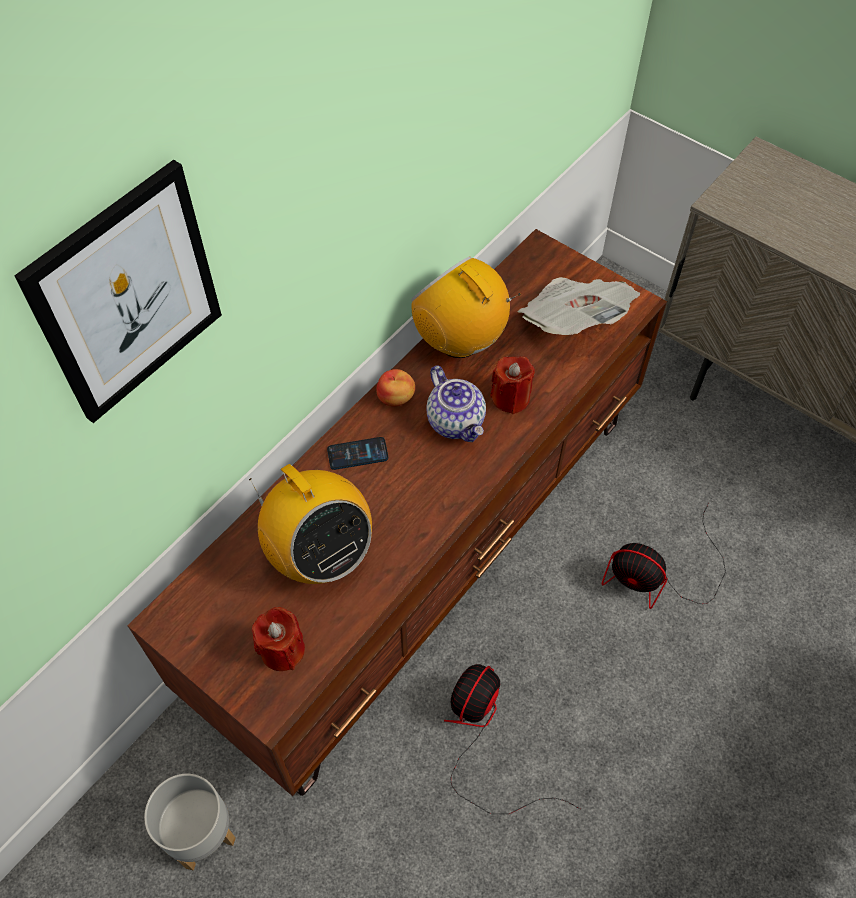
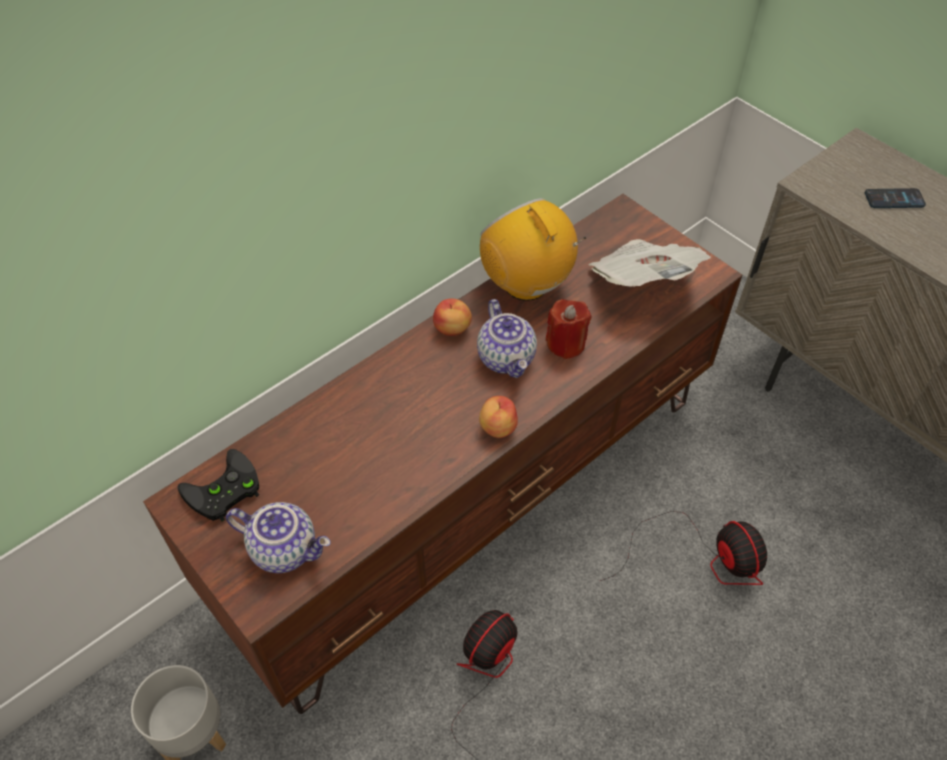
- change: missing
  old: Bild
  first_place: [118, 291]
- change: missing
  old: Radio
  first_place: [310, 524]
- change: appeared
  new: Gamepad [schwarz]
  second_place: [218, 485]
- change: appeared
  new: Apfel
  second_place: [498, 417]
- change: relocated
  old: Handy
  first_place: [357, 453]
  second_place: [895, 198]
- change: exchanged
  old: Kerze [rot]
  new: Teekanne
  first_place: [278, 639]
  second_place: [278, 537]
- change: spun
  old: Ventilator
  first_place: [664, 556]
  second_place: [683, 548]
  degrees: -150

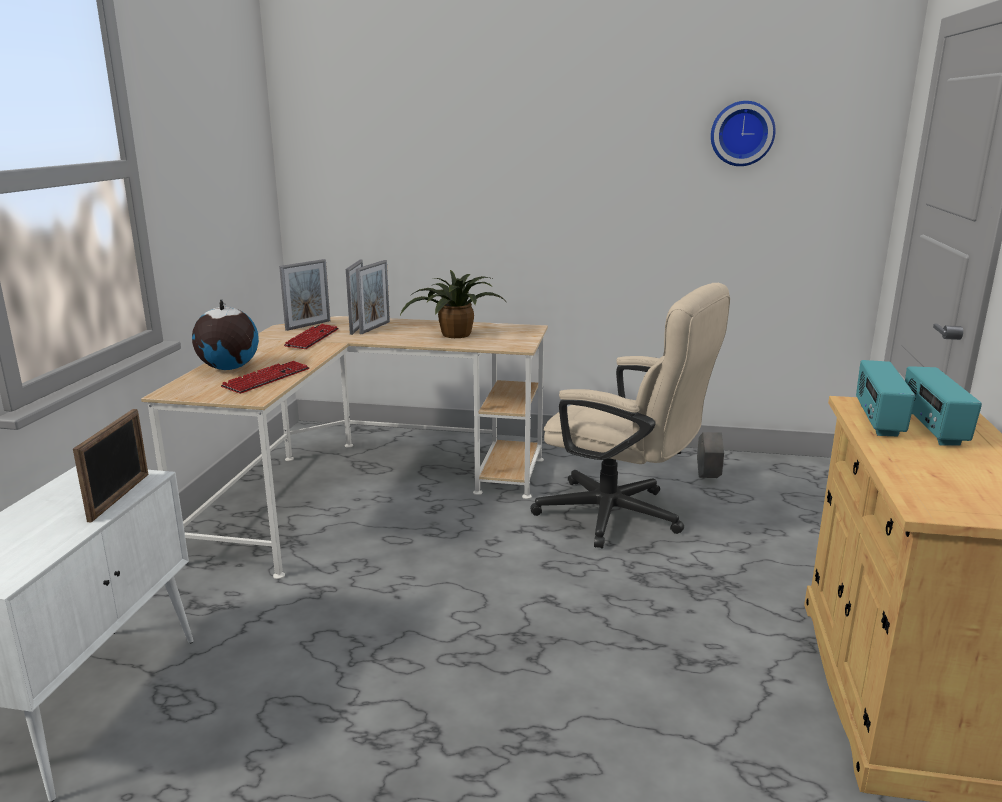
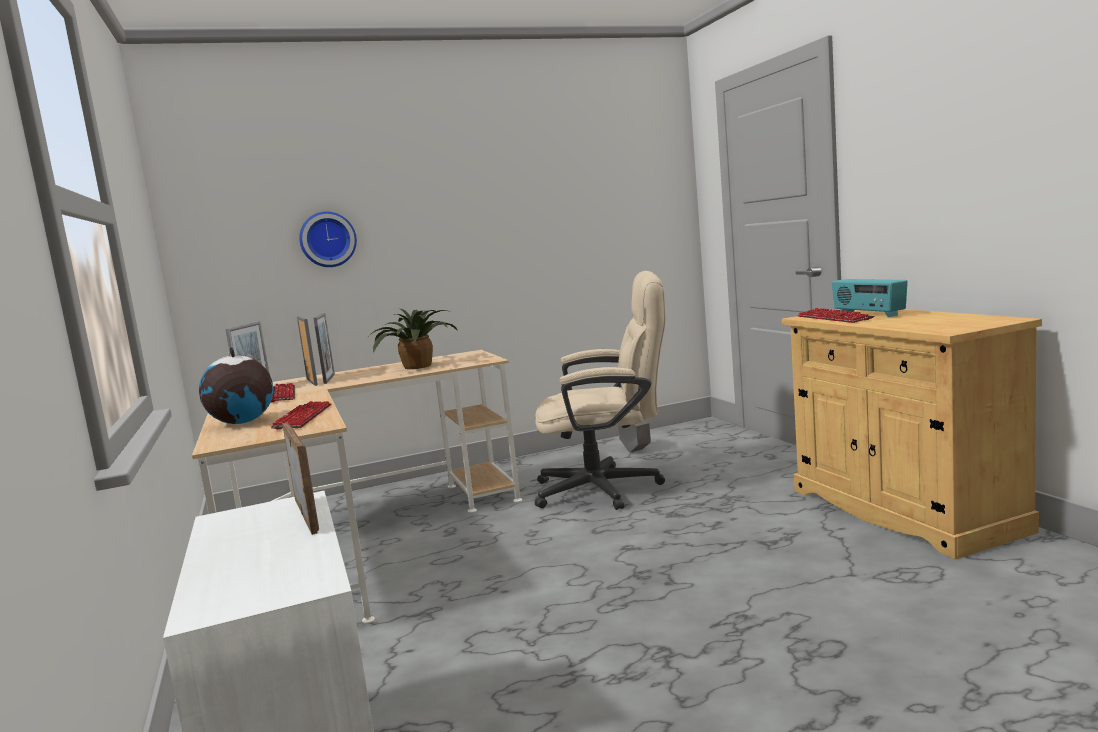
- change: relocated
  old: Wanduhr
  first_place: [743, 133]
  second_place: [328, 239]
- change: exchanged
  old: Radio
  new: Tastatur
  first_place: [885, 398]
  second_place: [836, 315]

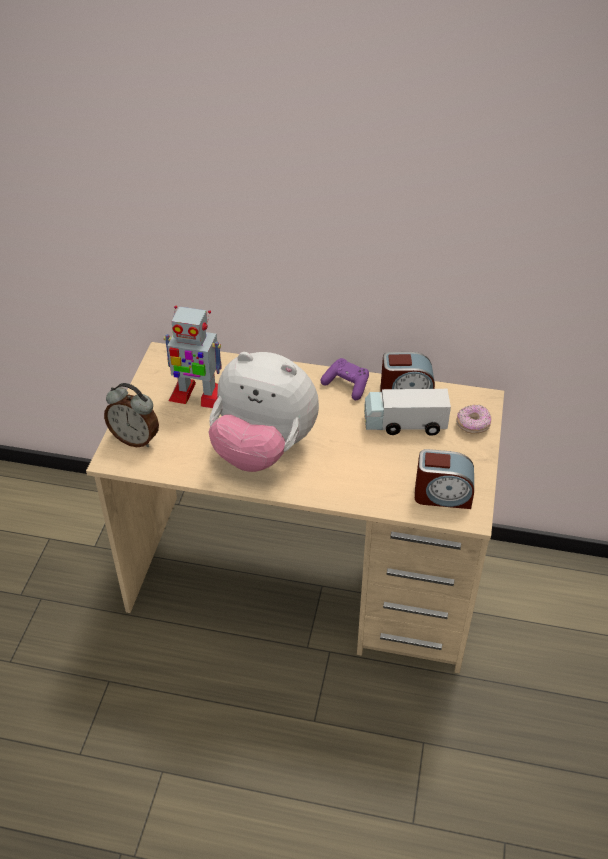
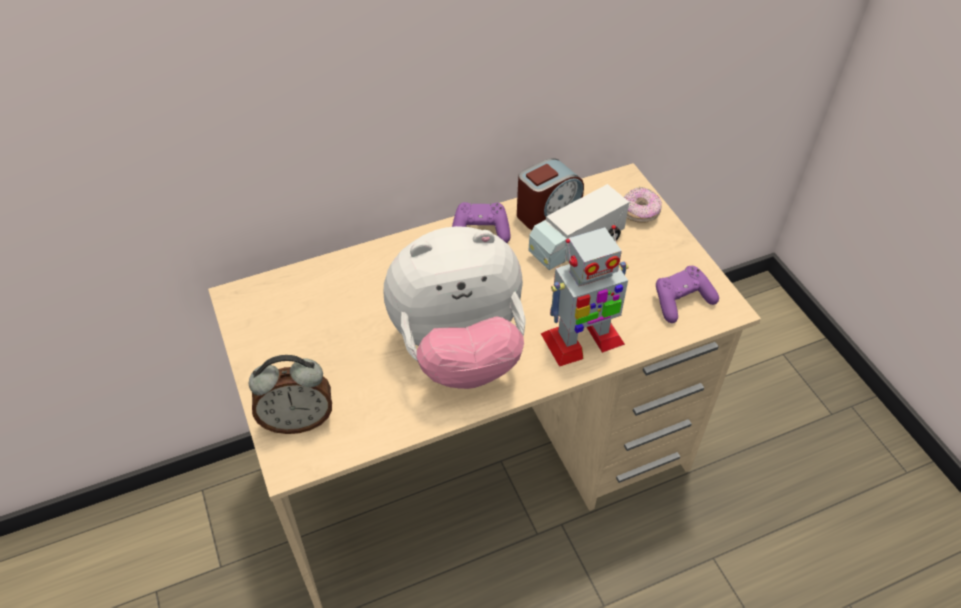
- change: relocated
  old: Spielzeugroboter
  first_place: [192, 357]
  second_place: [585, 296]
- change: exchanged
  old: Wecker
  new: Gamepad [lila]
  first_place: [444, 479]
  second_place: [687, 294]

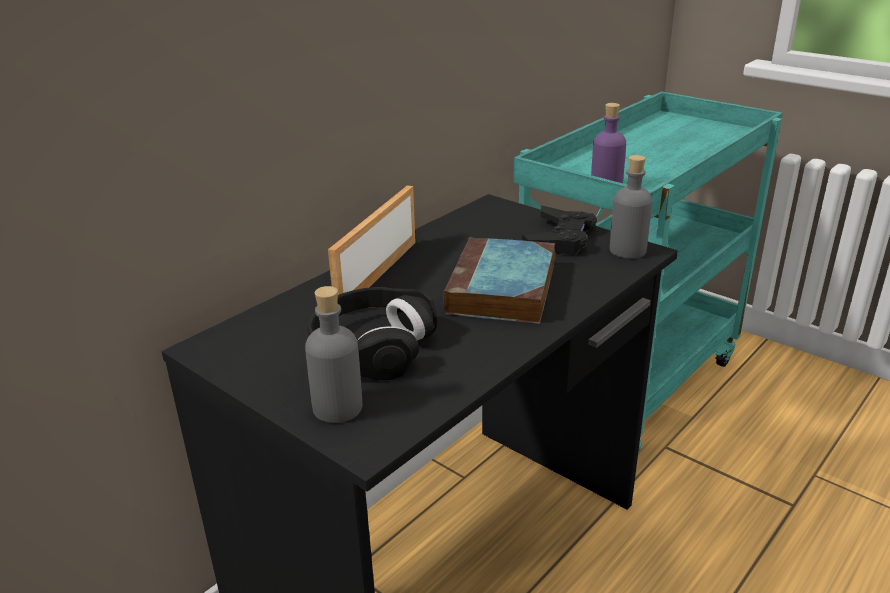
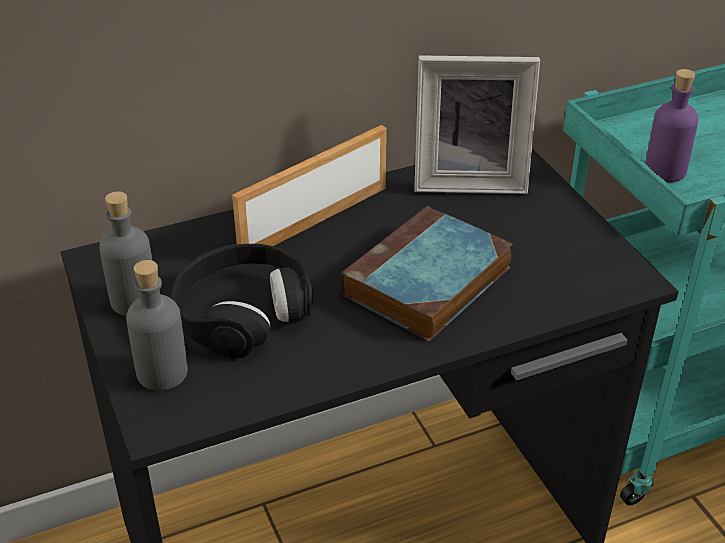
- change: missing
  old: Gamepad [schwarz]
  first_place: [559, 230]
- change: appeared
  new: Bilderrahmen
  second_place: [477, 124]
- change: relocated
  old: Flasche [grau]
  first_place: [631, 207]
  second_place: [126, 253]

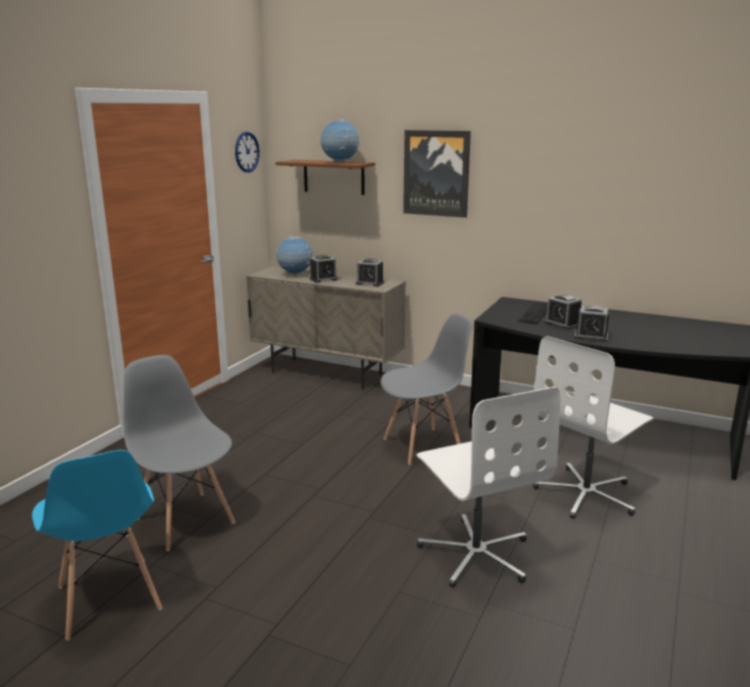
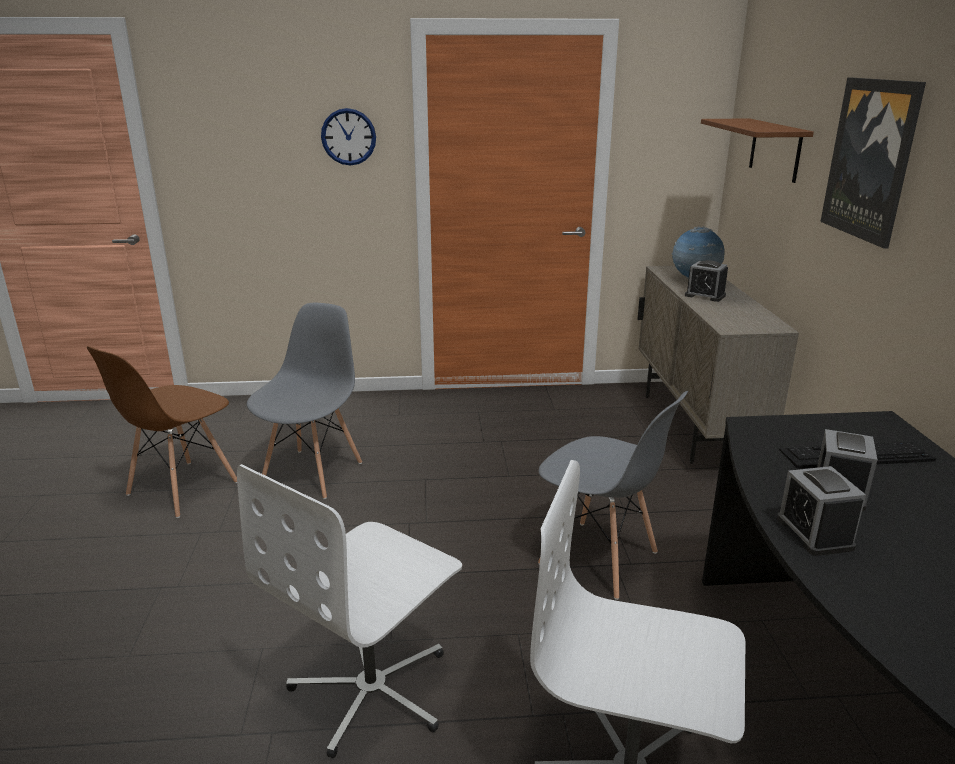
- change: missing
  old: Globus
  first_place: [340, 141]
- change: missing
  old: Wecker
  first_place: [370, 272]
- change: relocated
  old: Wanduhr
  first_place: [247, 152]
  second_place: [348, 137]
- change: colour
  old: Stuhl [blau]
  new: Stuhl [braun]
  first_place: [97, 545]
  second_place: [162, 432]

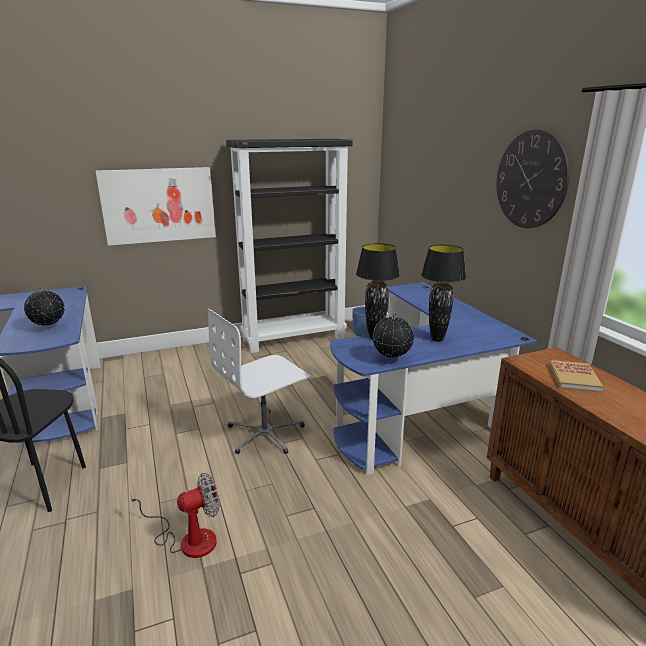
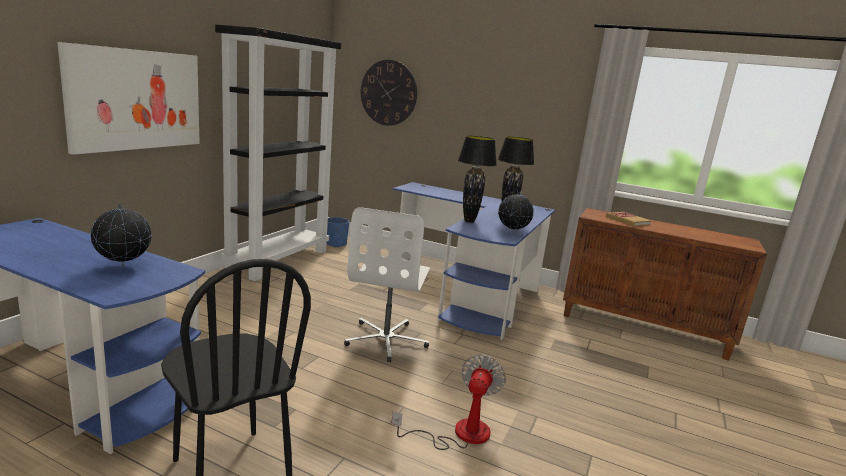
- change: relocated
  old: Wanduhr
  first_place: [533, 178]
  second_place: [389, 93]

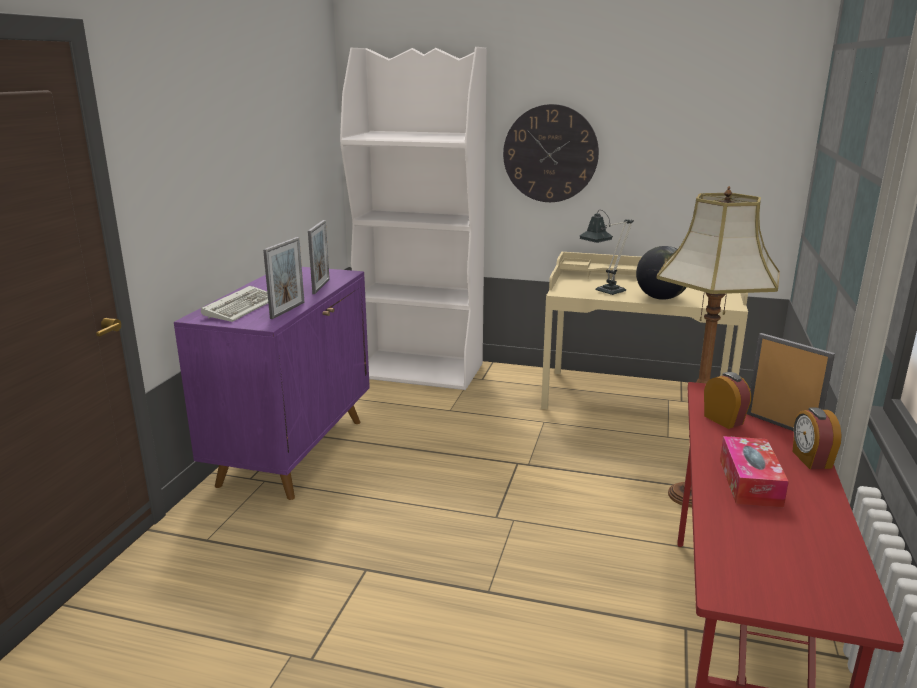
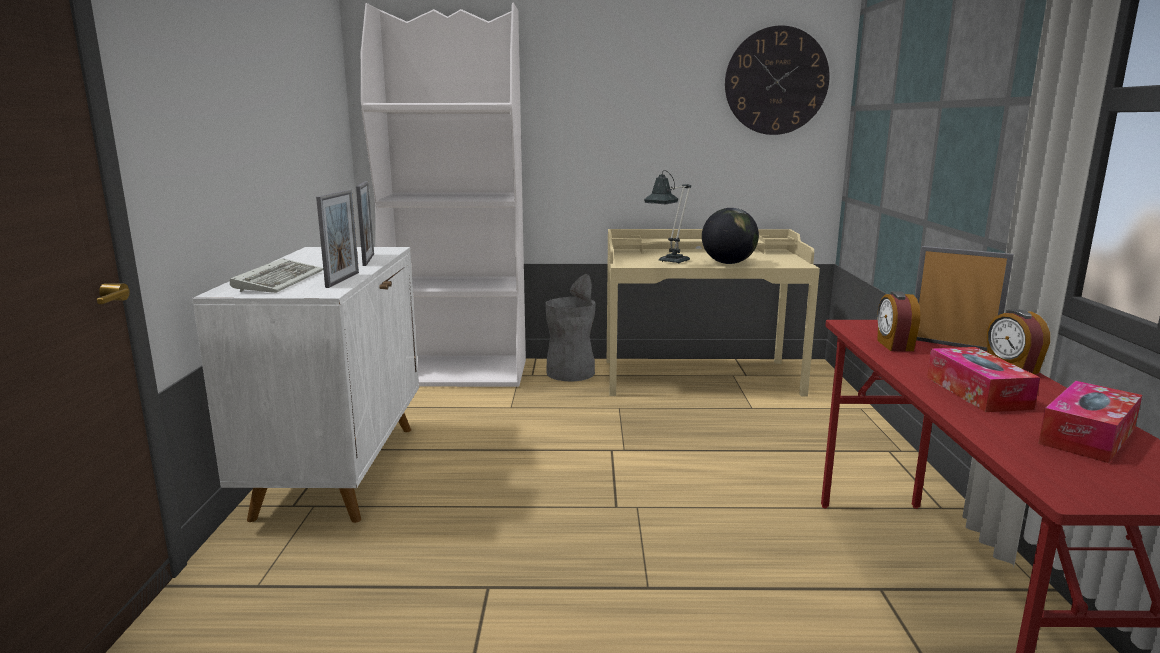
- change: missing
  old: Stehlampe
  first_place: [718, 346]
- change: appeared
  new: Mülleimer [grau]
  second_place: [570, 327]
- change: appeared
  new: Taschentuchbox
  second_place: [1090, 422]
- change: relocated
  old: Wanduhr
  first_place: [551, 153]
  second_place: [777, 80]
- change: colour
  old: Schrank [lila]
  new: Schrank [weiß]
  first_place: [272, 383]
  second_place: [305, 385]
- change: spun
  old: Wecker
  first_place: [727, 400]
  second_place: [898, 321]
  degrees: -135

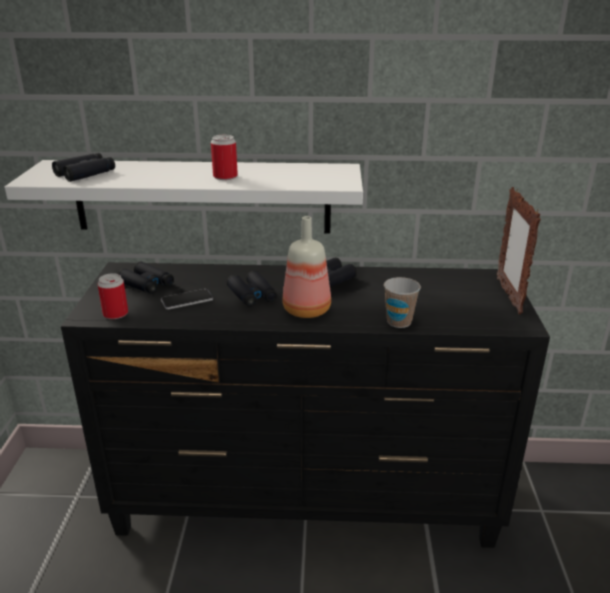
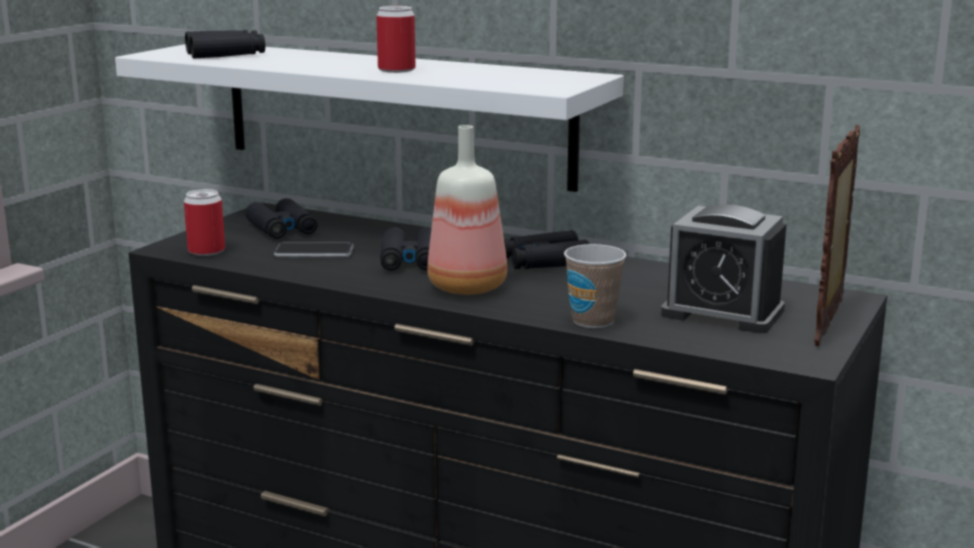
- change: appeared
  new: Wecker
  second_place: [723, 268]

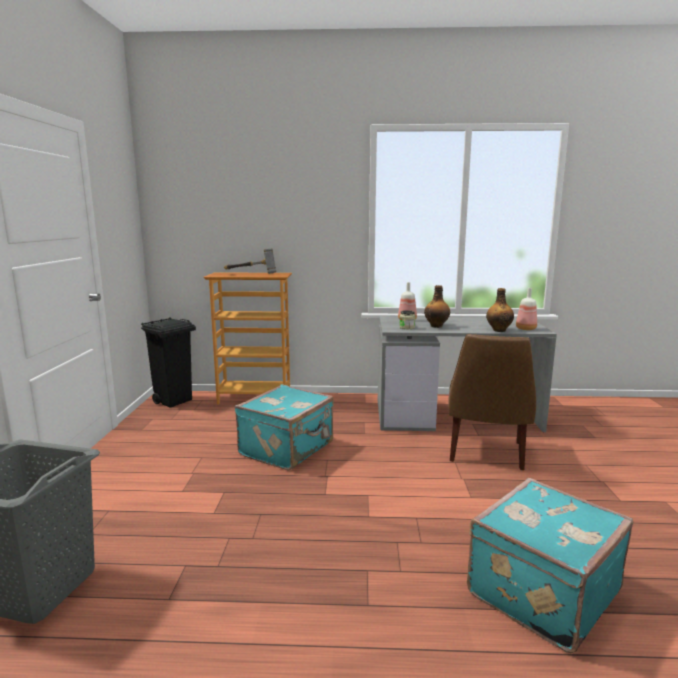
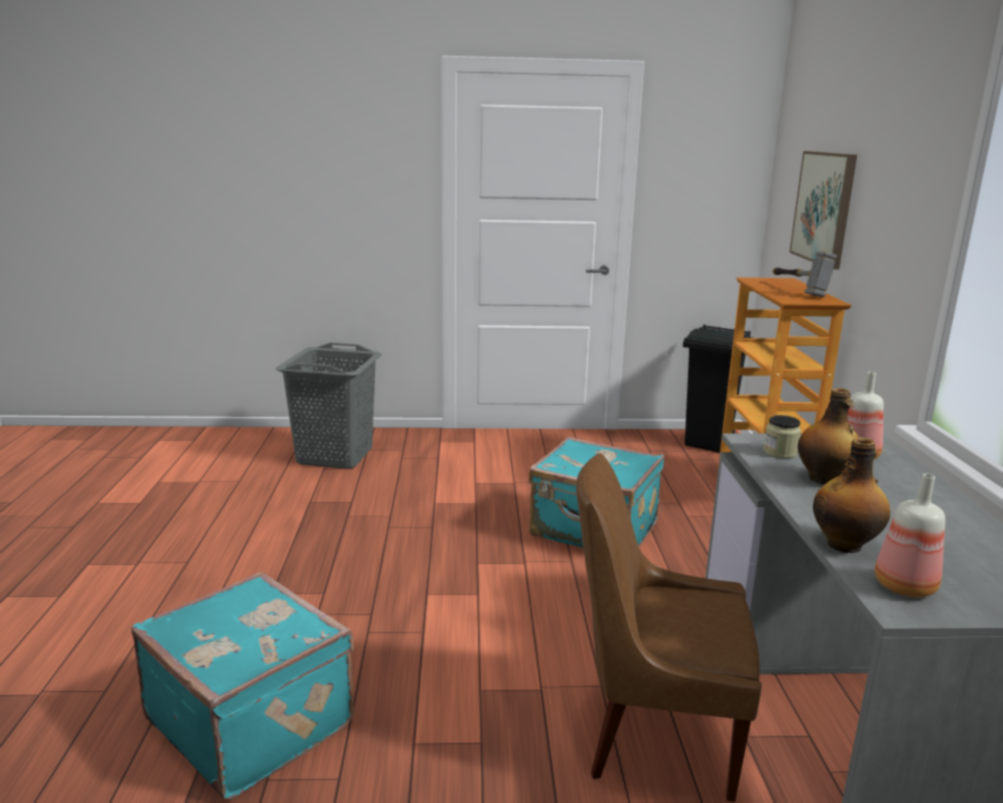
- change: appeared
  new: Bild
  second_place: [823, 210]

